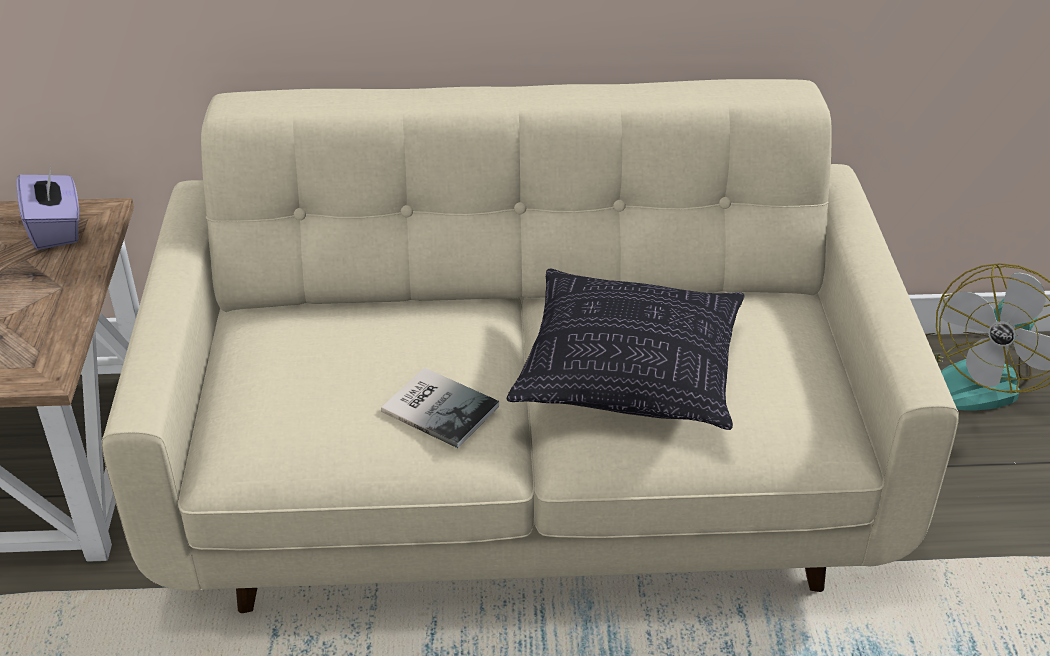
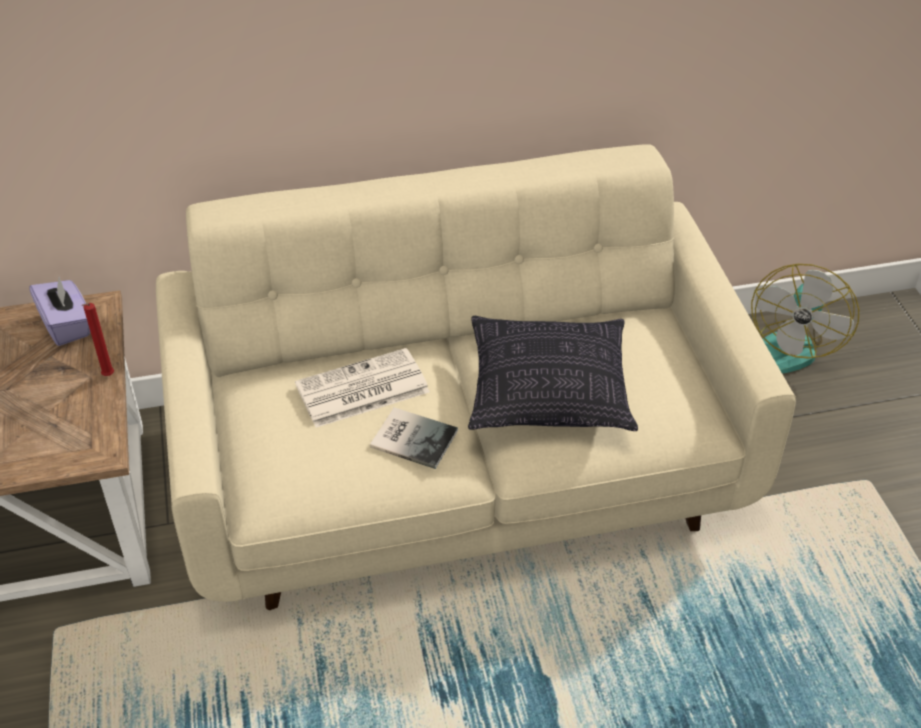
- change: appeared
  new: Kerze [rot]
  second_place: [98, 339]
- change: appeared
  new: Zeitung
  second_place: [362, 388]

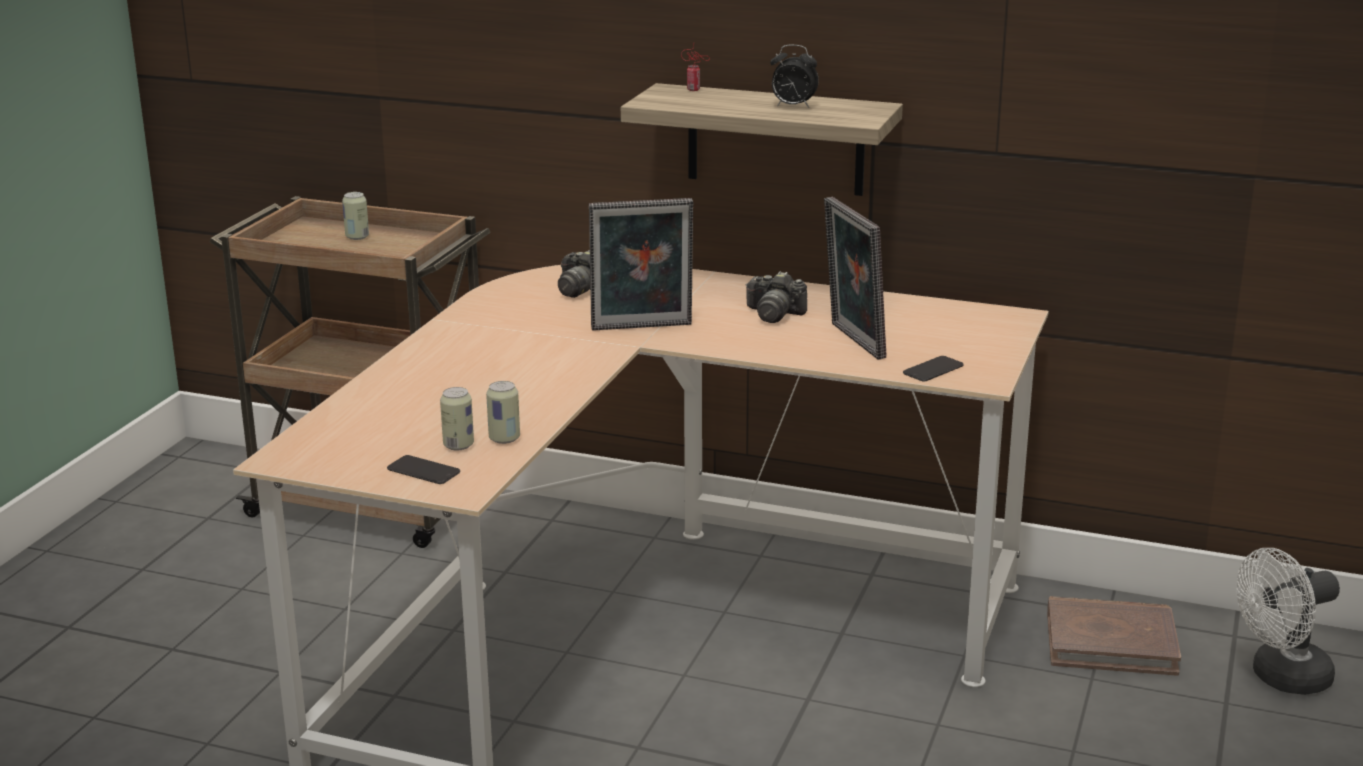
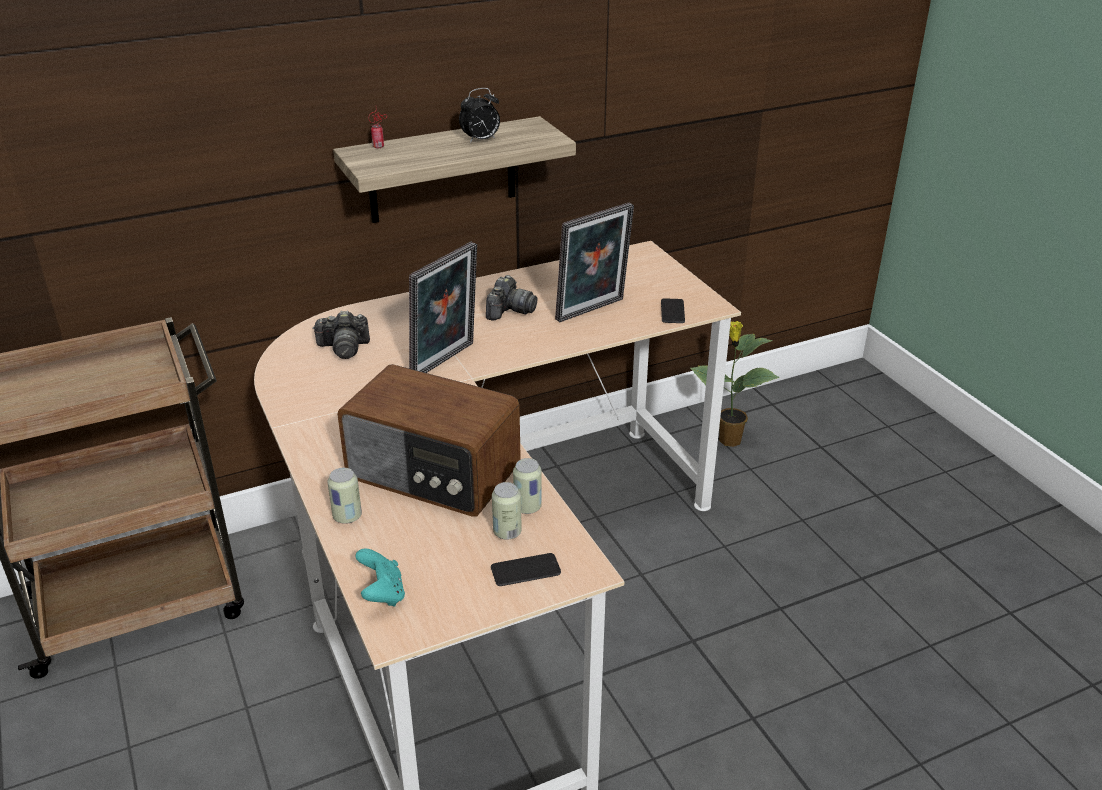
- change: missing
  old: Ventilator [weiß]
  first_place: [1288, 621]
- change: appeared
  new: Radio
  second_place: [429, 440]
- change: appeared
  new: Gamepad [türkis]
  second_place: [380, 577]
- change: relocated
  old: Dose
  first_place: [355, 216]
  second_place: [344, 496]
- change: exchanged
  old: Buch [braun]
  new: Topfpflanze
  first_place: [1114, 636]
  second_place: [735, 384]
- change: spun
  old: Kamera
  first_place: [776, 297]
  second_place: [511, 298]
  degrees: -45
- change: spun
  old: Bilderrahmen
  first_place: [855, 278]
  second_place: [594, 262]
  degrees: -60

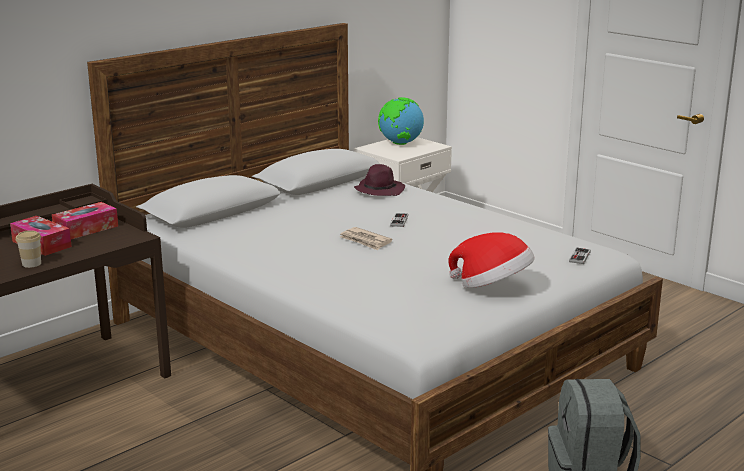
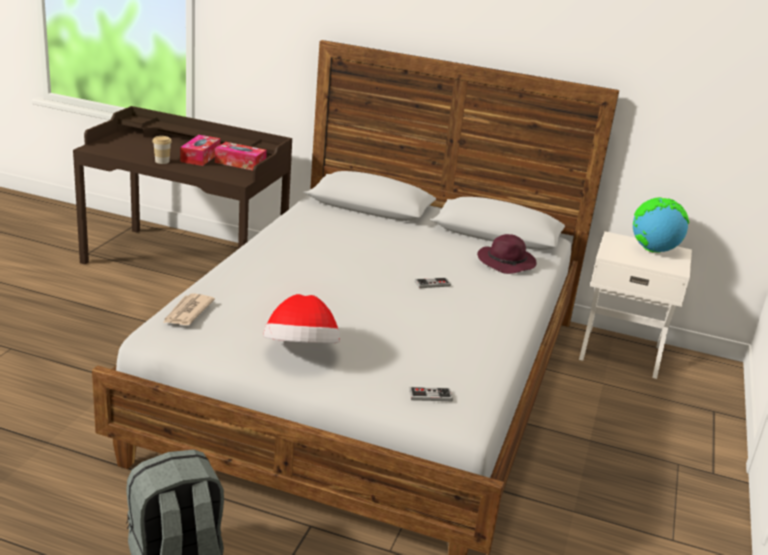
- change: relocated
  old: Zeitung
  first_place: [366, 238]
  second_place: [189, 309]

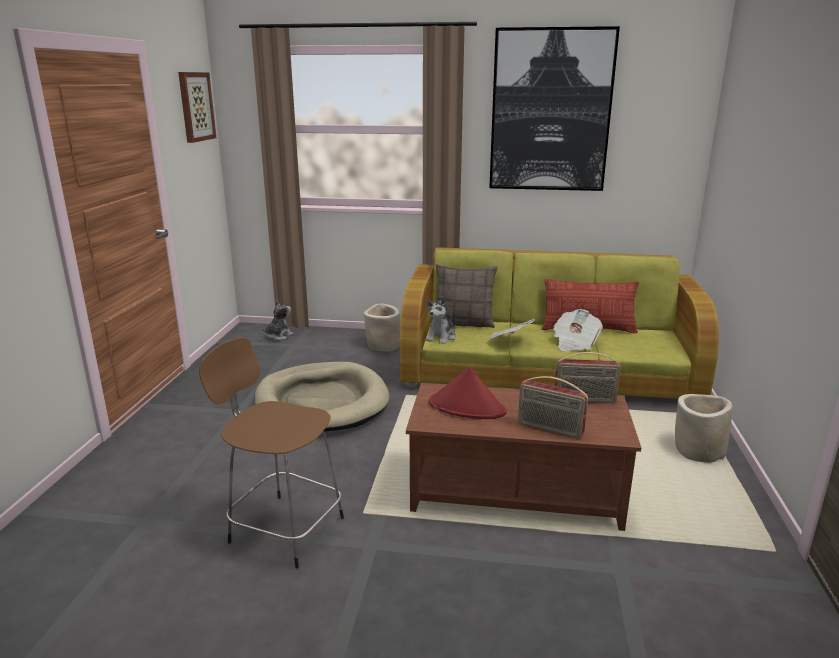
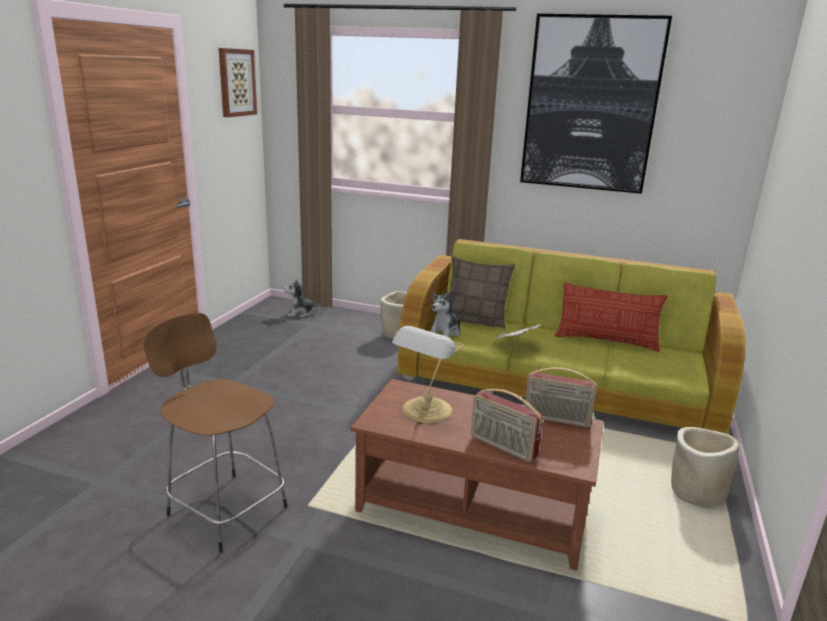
- change: missing
  old: Hundebett [beige]
  first_place: [322, 397]
- change: missing
  old: Zeitung
  first_place: [578, 330]
- change: exchanged
  old: Hut [rot]
  new: Tischlampe
  first_place: [468, 393]
  second_place: [428, 374]
- change: spun
  old: Plüschtier
  first_place: [278, 320]
  second_place: [302, 298]
  degrees: -150

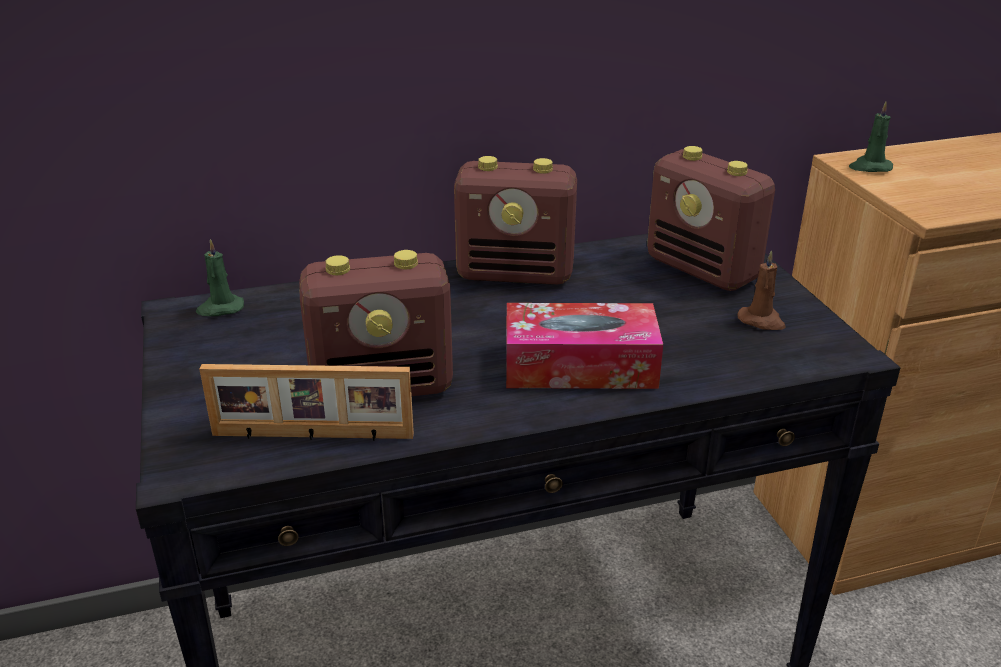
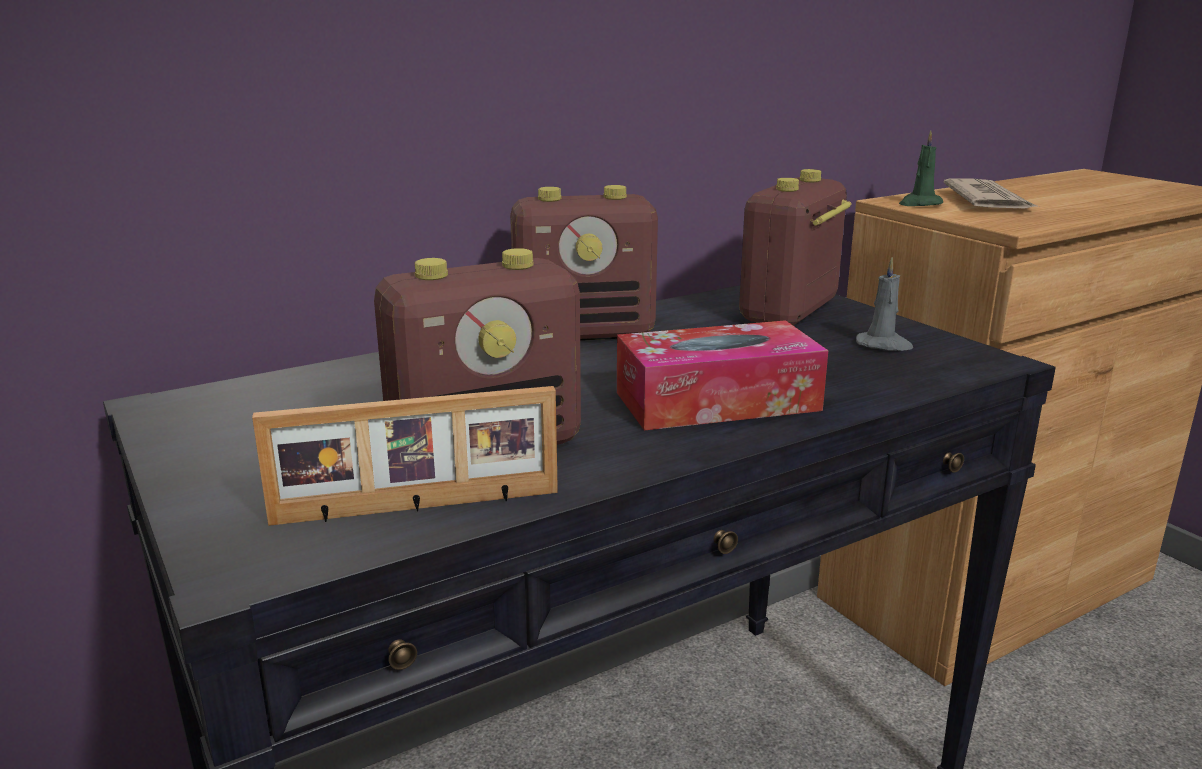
- change: missing
  old: Kerze [grün]
  first_place: [220, 277]
- change: appeared
  new: Zeitung
  second_place: [990, 193]
- change: colour
  old: Kerze [braun]
  new: Kerze [grau]
  first_place: [761, 290]
  second_place: [884, 304]
- change: spun
  old: Radio
  first_place: [711, 218]
  second_place: [795, 247]
  degrees: 90

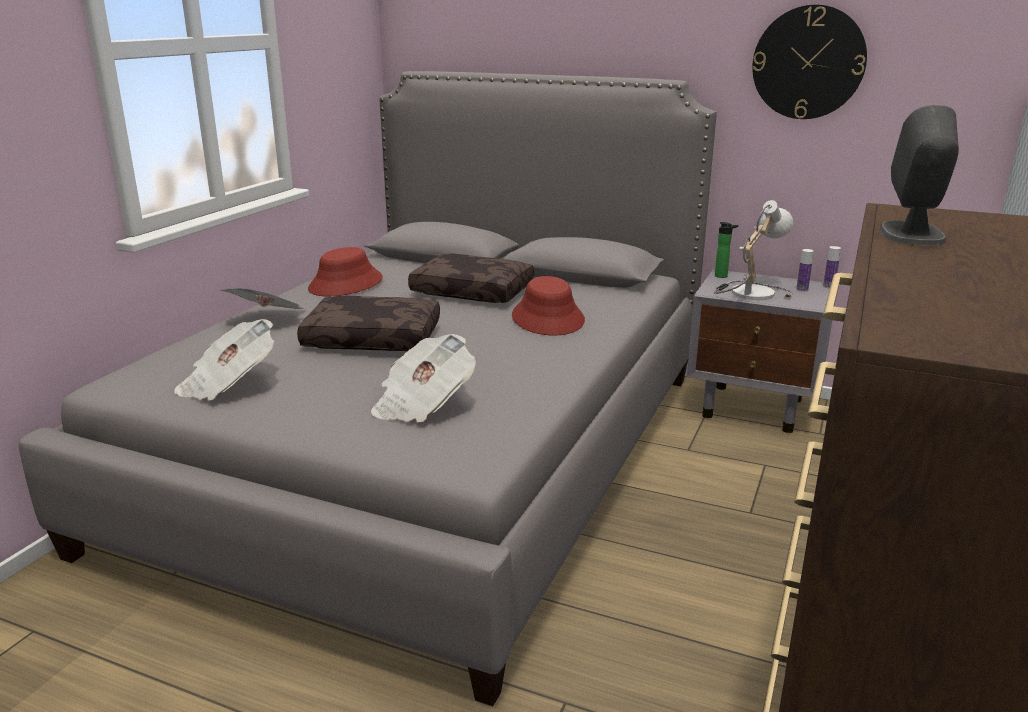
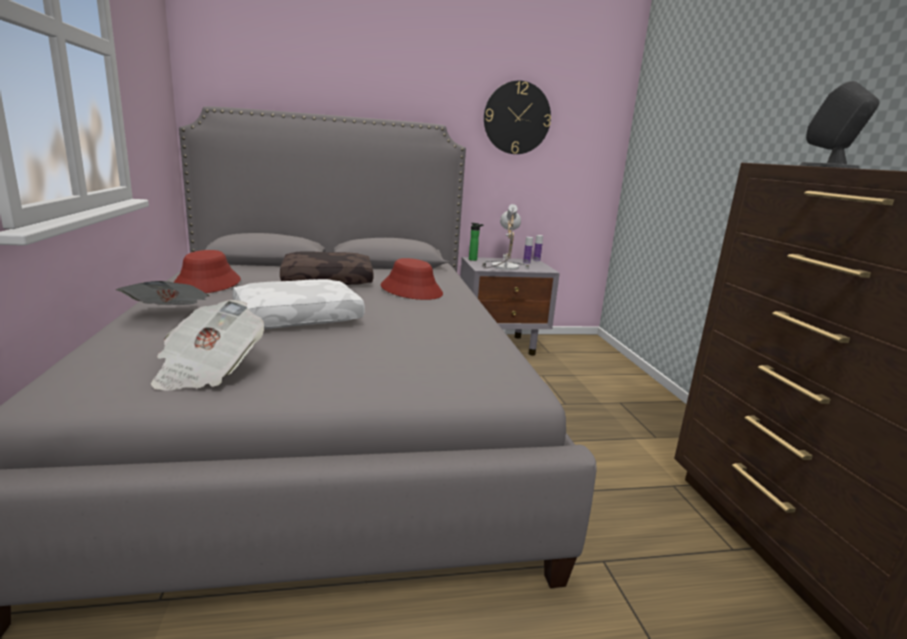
- change: missing
  old: Zeitung
  first_place: [423, 378]
- change: colour
  old: Kissen [braun]
  new: Kissen [weiß]
  first_place: [368, 323]
  second_place: [298, 304]

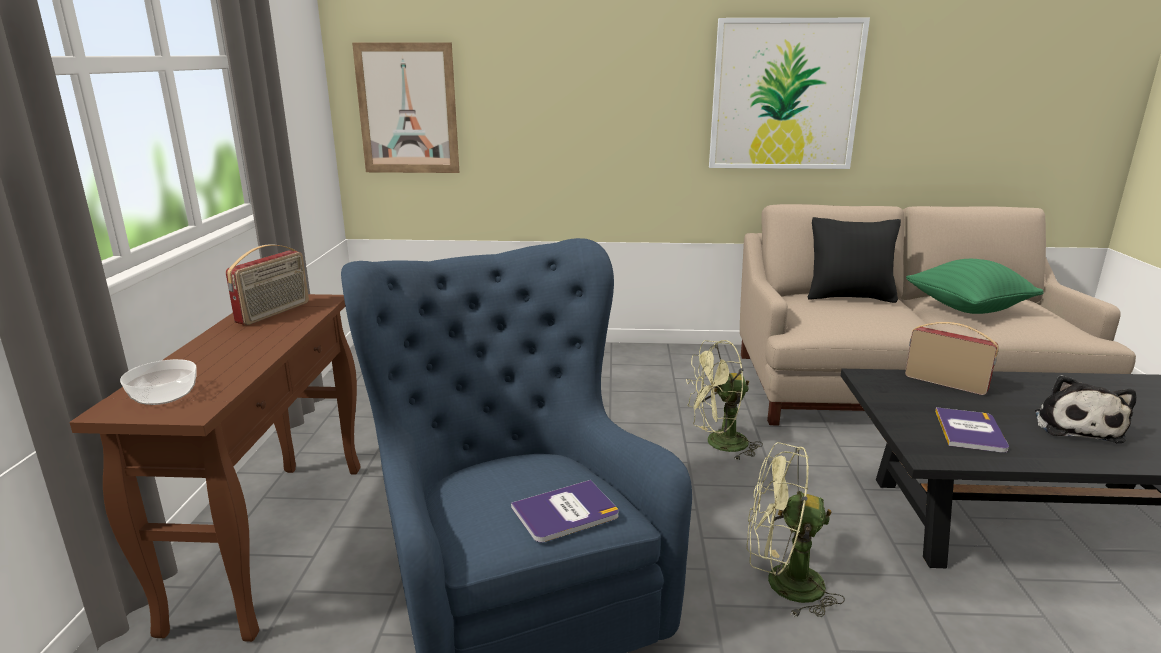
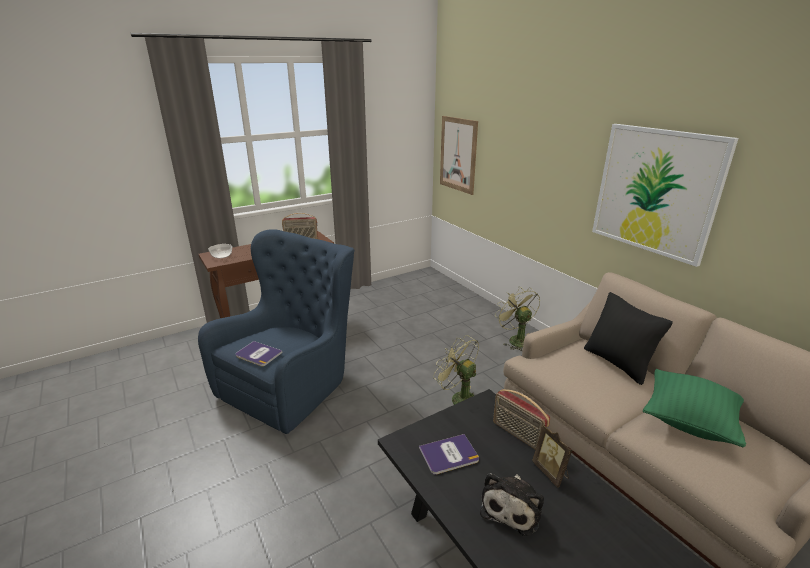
- change: appeared
  new: Bilderrahmen
  second_place: [552, 456]
- change: relocated
  old: Ventilator [grün]
  first_place: [796, 530]
  second_place: [517, 319]
- change: spun
  old: Radio
  first_place: [952, 358]
  second_place: [521, 419]
  degrees: 135
- change: spun
  old: Plüschtier
  first_place: [1085, 409]
  second_place: [512, 504]
  degrees: -45

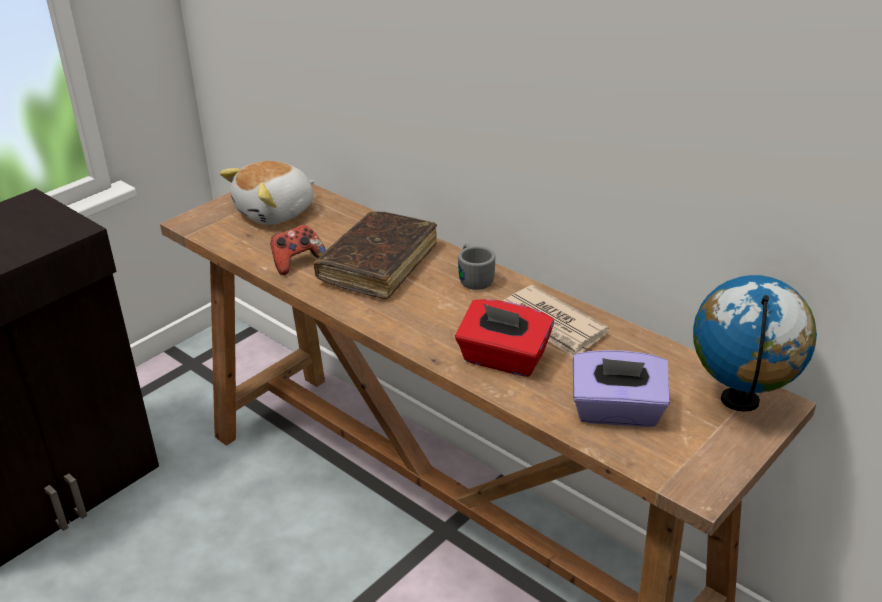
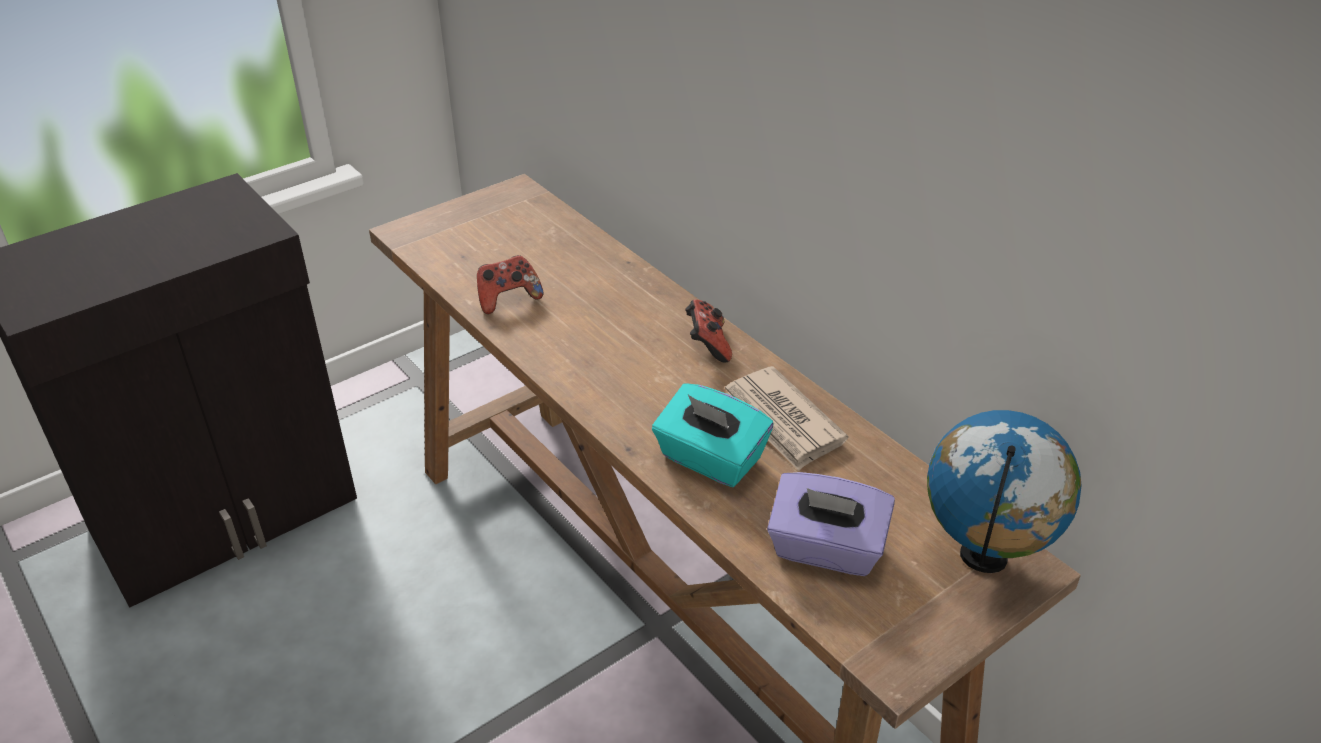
- change: missing
  old: Plüschtier
  first_place: [267, 193]
- change: missing
  old: Buch [braun]
  first_place: [375, 255]
- change: exchanged
  old: Henkelbecher [grau]
  new: Gamepad
  first_place: [476, 267]
  second_place: [708, 330]
- change: colour
  old: Taschentuchbox [rot]
  new: Taschentuchbox [türkis]
  first_place: [504, 338]
  second_place: [712, 435]

